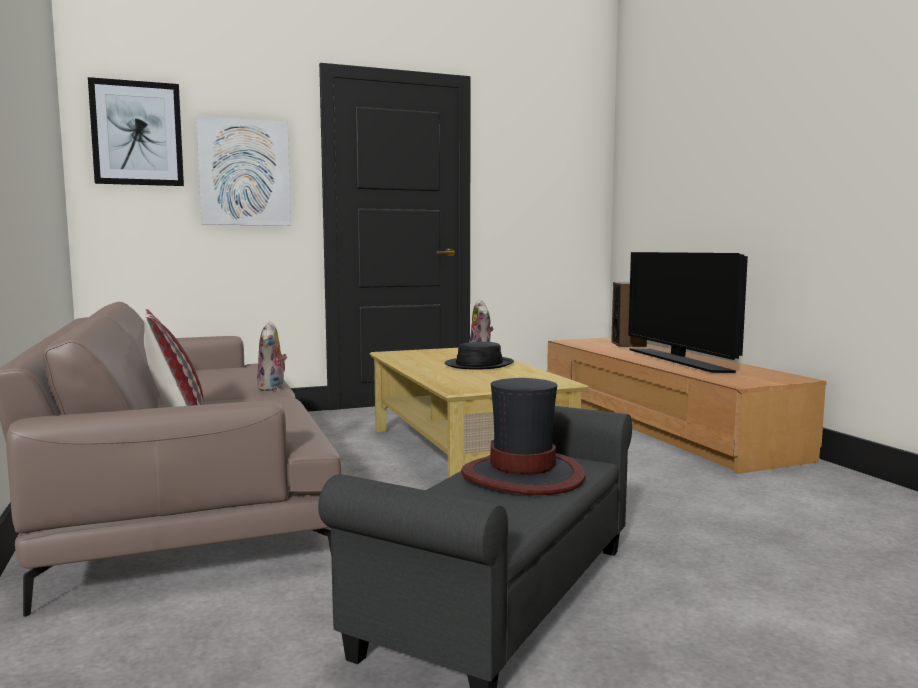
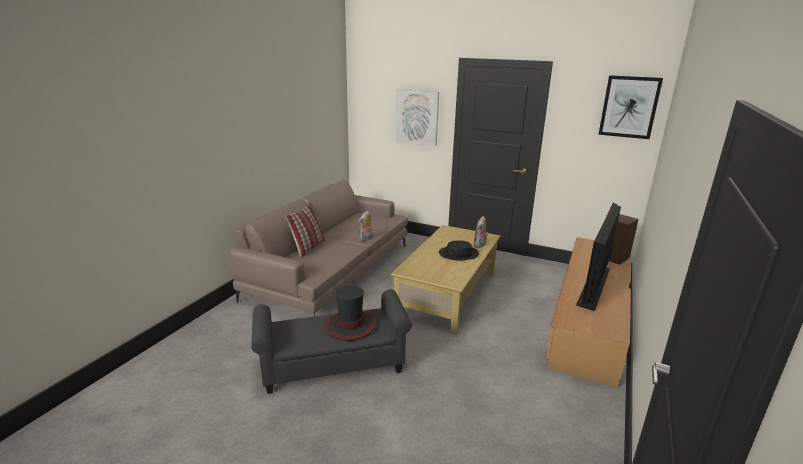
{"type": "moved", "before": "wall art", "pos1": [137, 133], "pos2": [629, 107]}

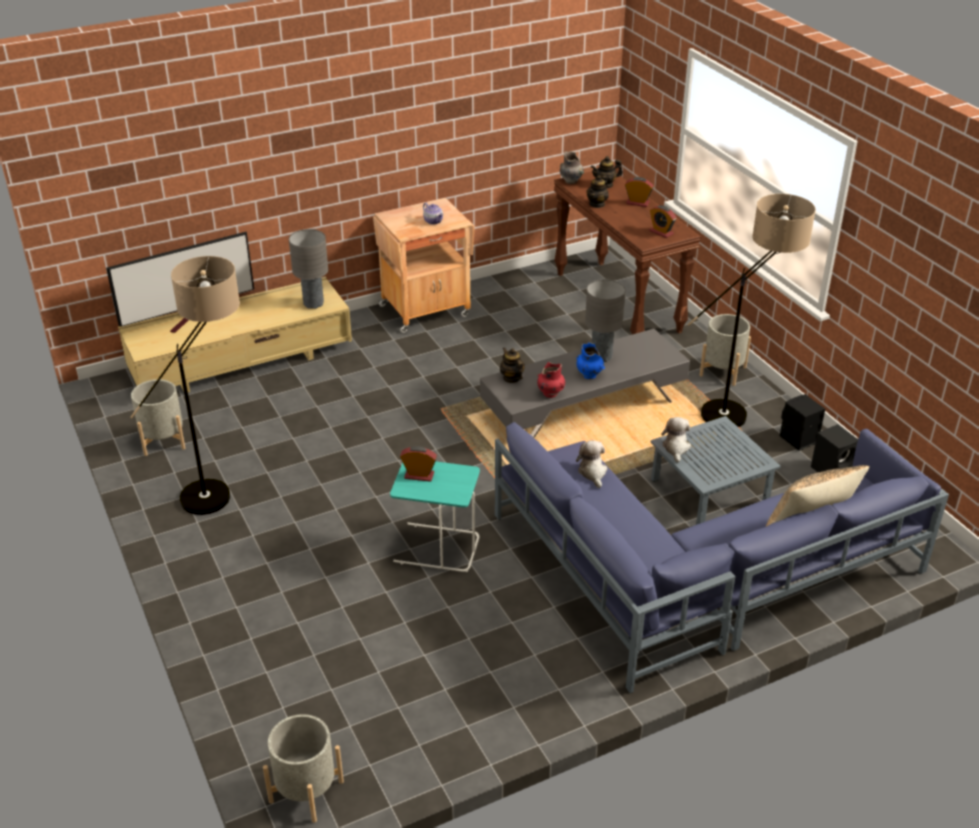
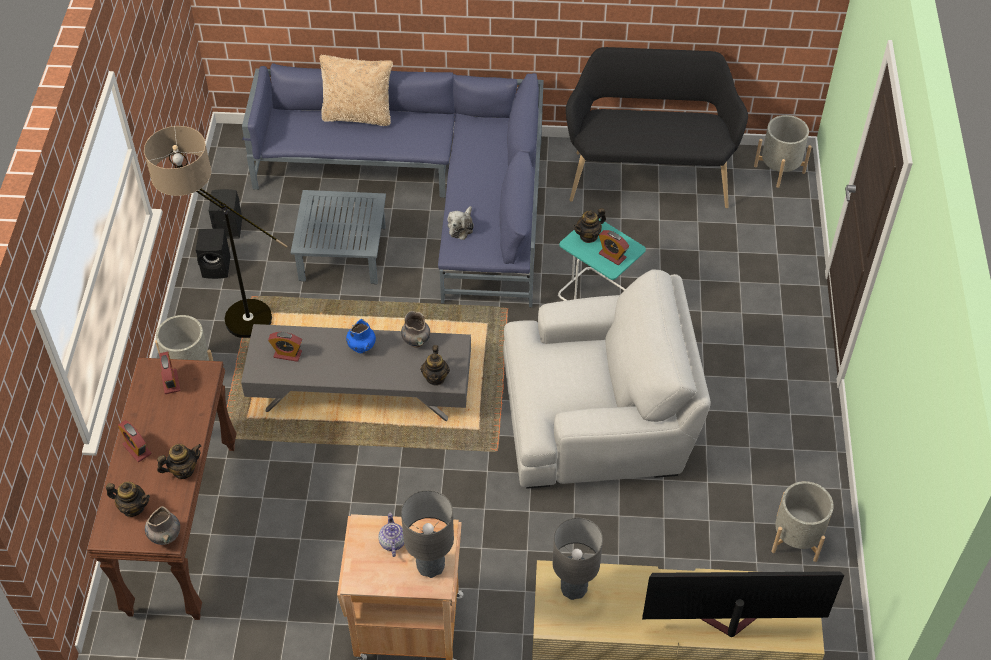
{"type": "removed", "before": "standing lamp", "pos1": [223, 490]}
{"type": "removed", "before": "plush toy", "pos1": [676, 448]}
{"type": "added", "after": "bedside clock", "pos2": [287, 354]}
{"type": "added", "after": "white armchair", "pos2": [598, 417]}
{"type": "added", "after": "blackish bench", "pos2": [648, 174]}
{"type": "added", "after": "teapot", "pos2": [588, 236]}
{"type": "moved", "before": "grey lamp for a table", "pos1": [601, 356], "pos2": [430, 565]}
{"type": "recoloured", "before": "red-coloured decorative vase", "after": "grey decorative vase", "pos1": [550, 393], "pos2": [416, 342]}

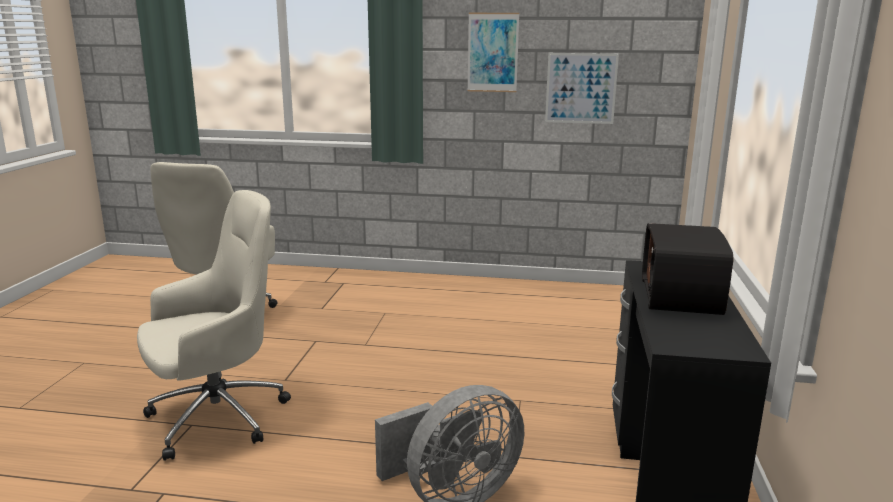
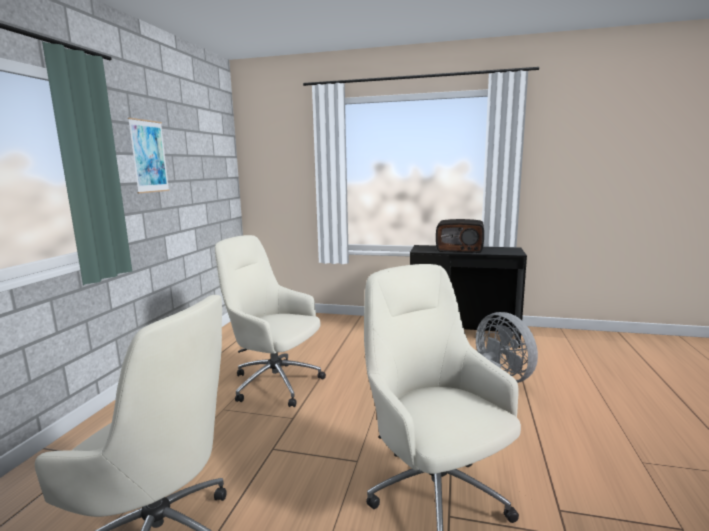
{"type": "removed", "before": "wall art", "pos1": [581, 88]}
{"type": "added", "after": "sand-coloured office chair", "pos2": [275, 384]}

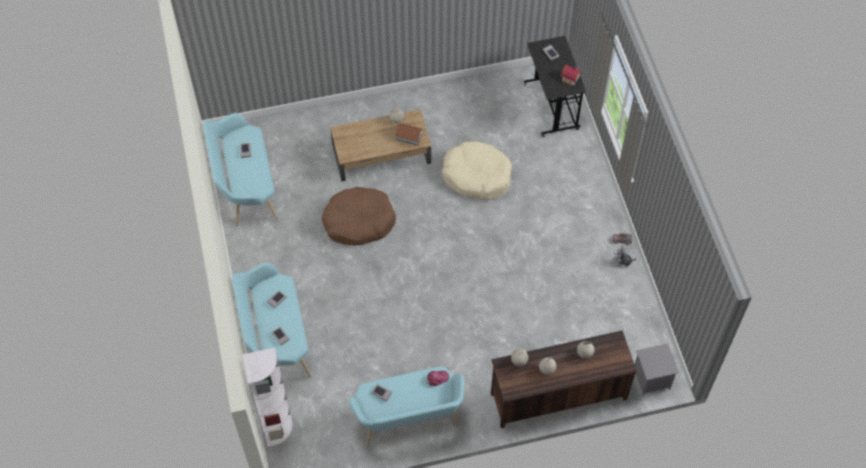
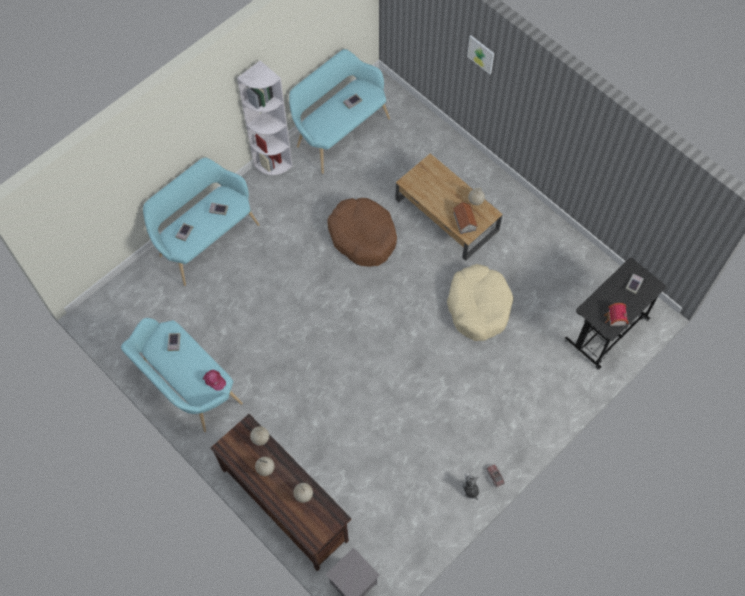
{"type": "added", "after": "wall art", "pos2": [481, 54]}
{"type": "moved", "before": "white bookshelf", "pos1": [278, 431], "pos2": [273, 167]}

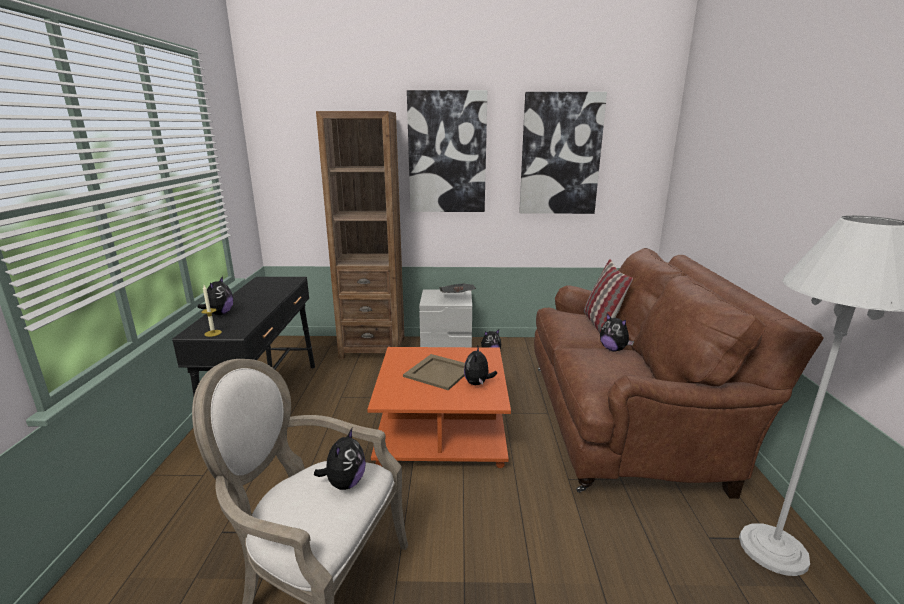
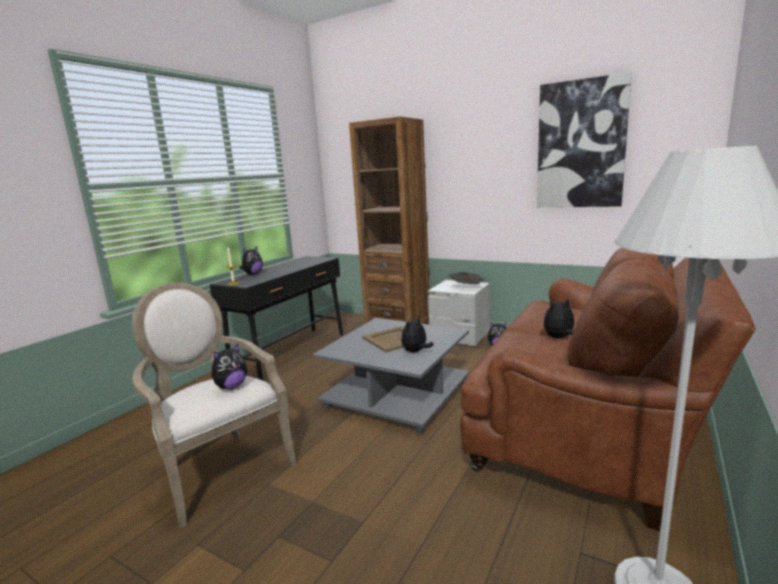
{"type": "removed", "before": "wall art", "pos1": [447, 153]}
{"type": "removed", "before": "cushion", "pos1": [601, 323]}
{"type": "recoloured", "before": "orangey coffee table", "after": "grey coffee table", "pos1": [443, 430], "pos2": [398, 396]}
{"type": "turned", "before": "plush toy", "pos1": [613, 349], "pos2": [559, 338], "turn": 75}

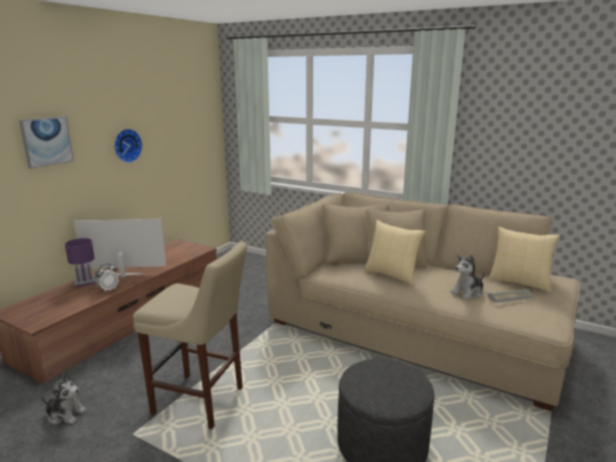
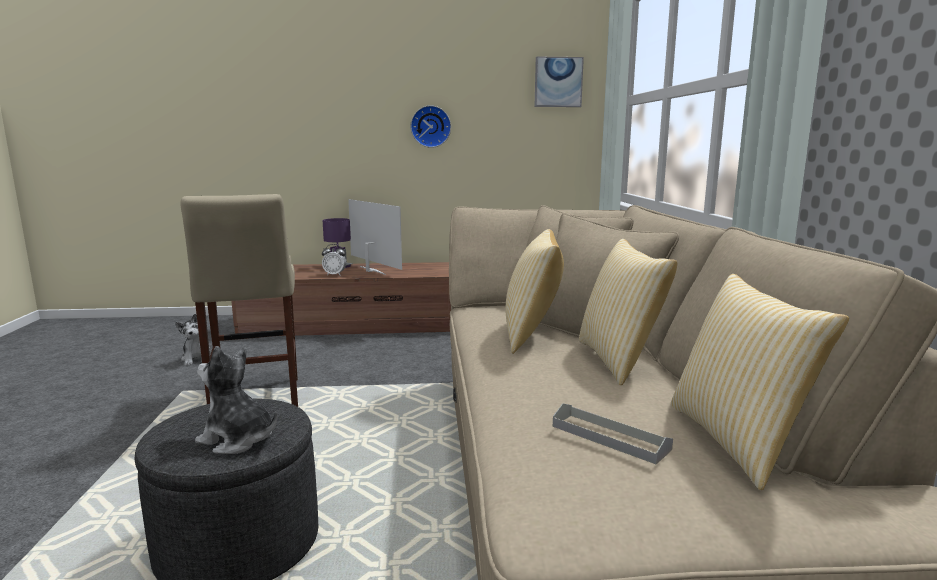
{"type": "added", "after": "cushion", "pos2": [619, 361]}
{"type": "moved", "before": "wall art", "pos1": [46, 141], "pos2": [558, 82]}
{"type": "moved", "before": "plush toy", "pos1": [468, 292], "pos2": [238, 440]}

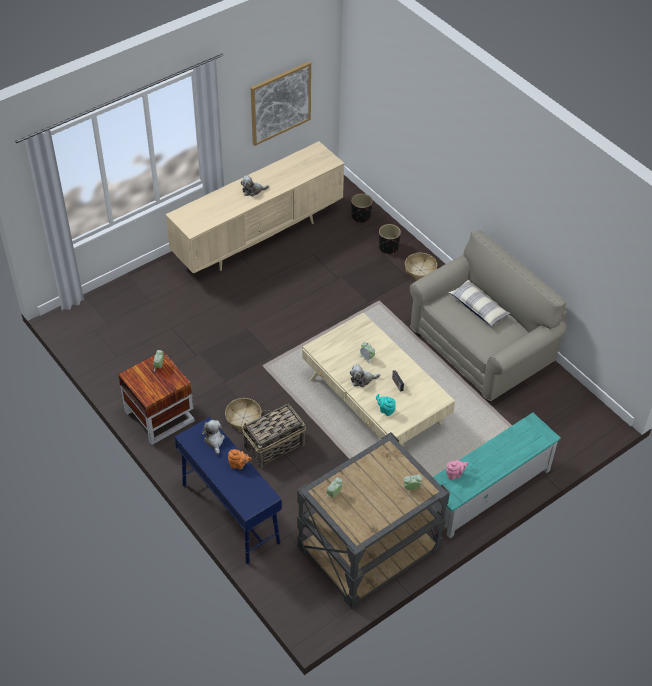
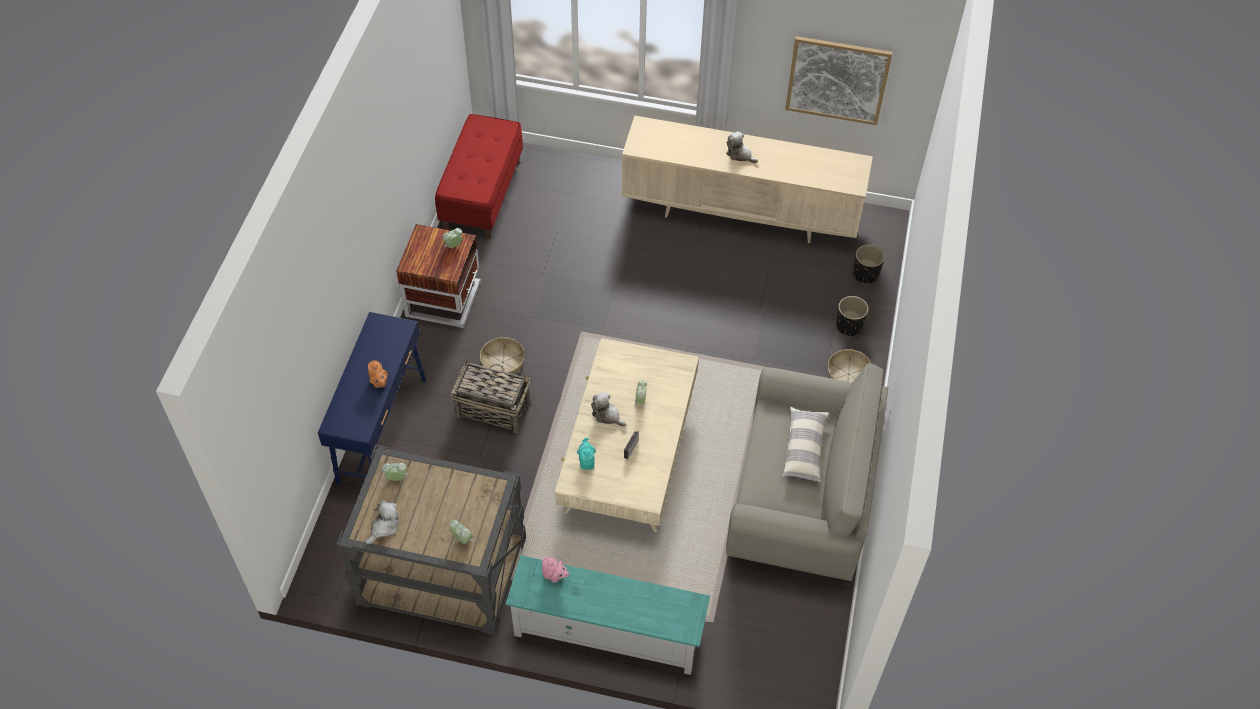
{"type": "added", "after": "red-coloured bench", "pos2": [482, 195]}
{"type": "moved", "before": "plush toy", "pos1": [214, 440], "pos2": [384, 527]}

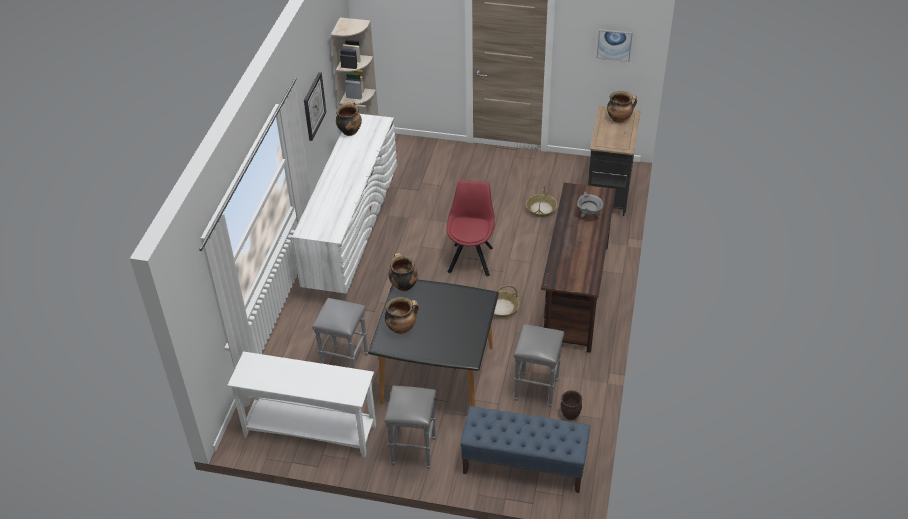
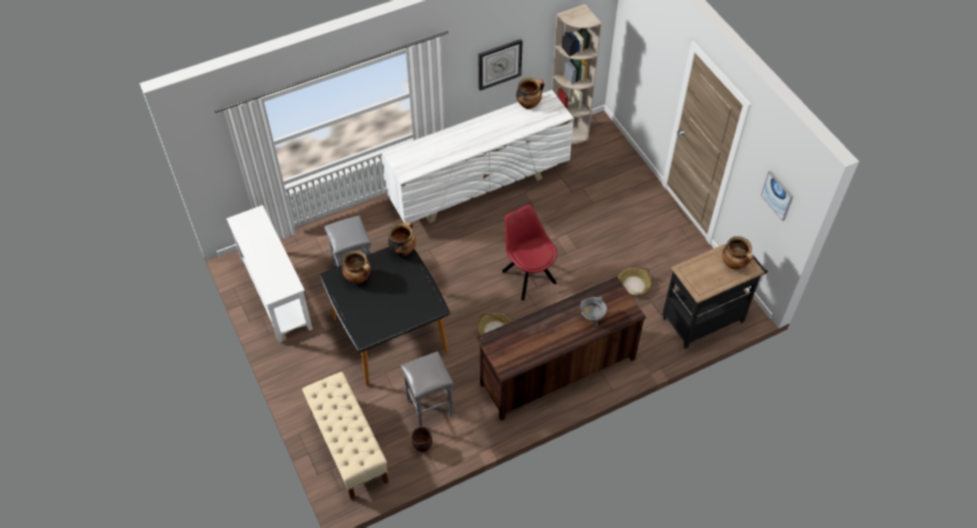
{"type": "removed", "before": "grey stool seat", "pos1": [412, 451]}
{"type": "recoloured", "before": "bluish bench", "after": "sand-coloured bench", "pos1": [523, 465], "pos2": [348, 446]}
{"type": "turned", "before": "red-coloured upright chair", "pos1": [471, 259], "pos2": [528, 277], "turn": -90}

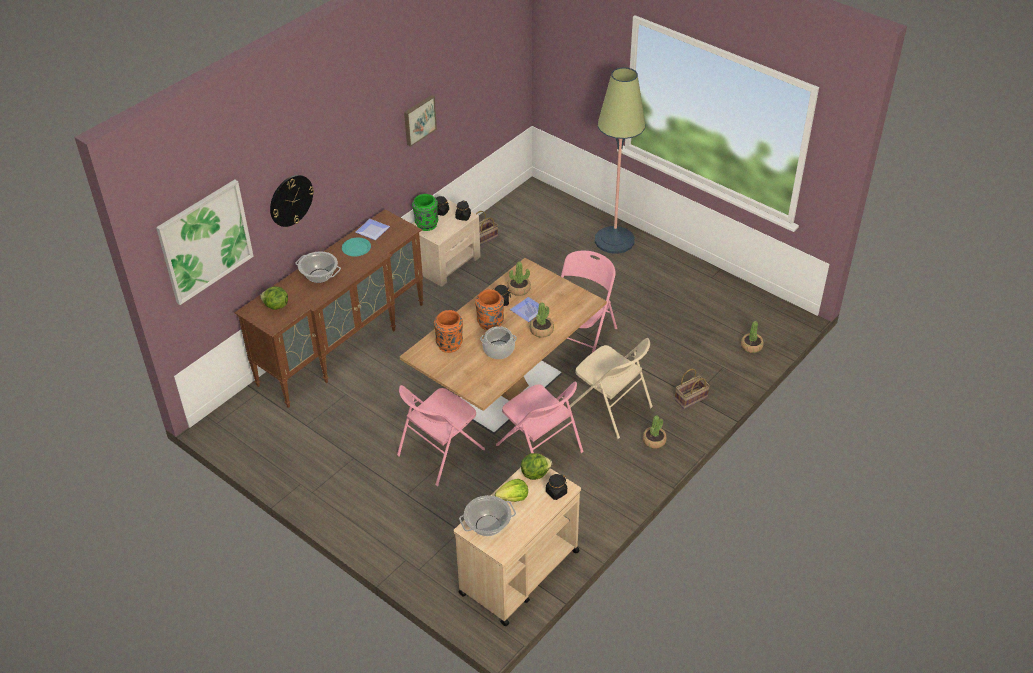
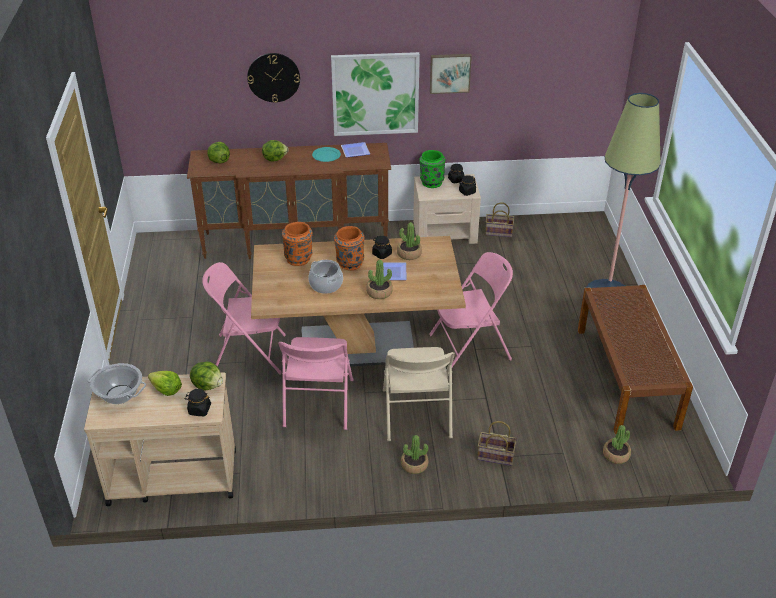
{"type": "added", "after": "brown bench", "pos2": [627, 377]}
{"type": "moved", "before": "wall art", "pos1": [205, 241], "pos2": [375, 94]}
{"type": "replaced", "before": "stockpot", "after": "lettuce", "pos1": [319, 276], "pos2": [274, 159]}

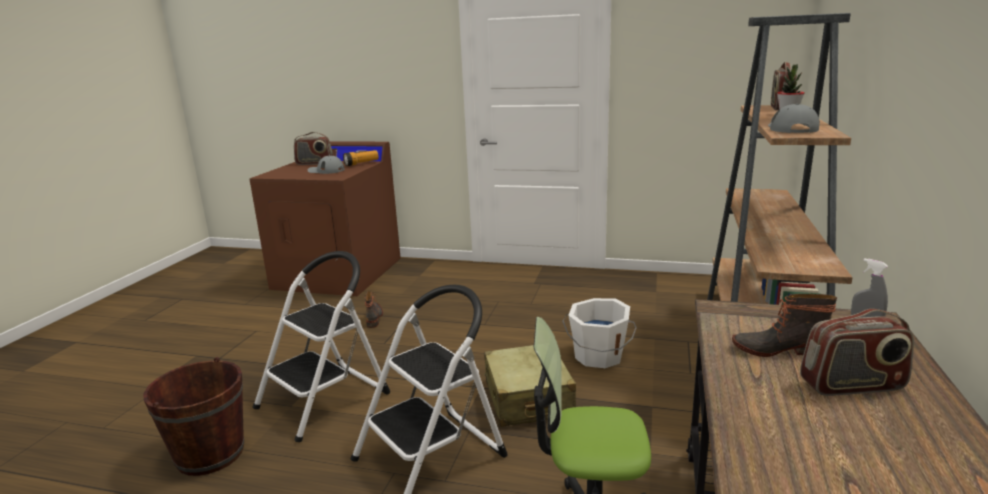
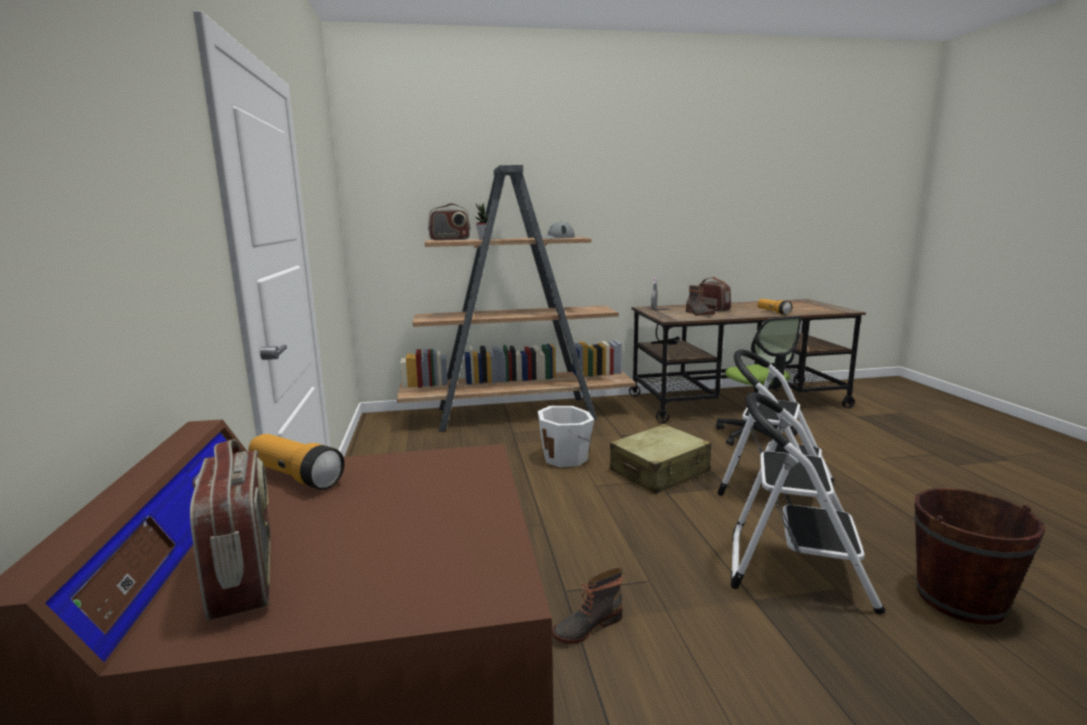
{"type": "removed", "before": "grey peaked cap", "pos1": [326, 170]}
{"type": "added", "after": "flashlight", "pos2": [773, 312]}

